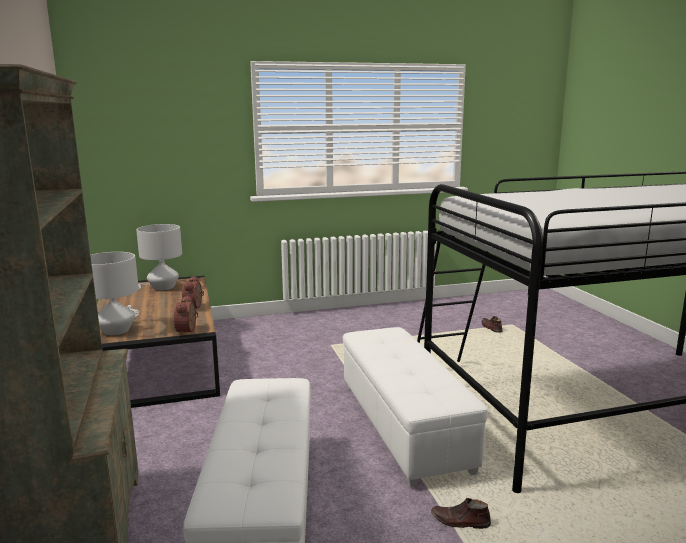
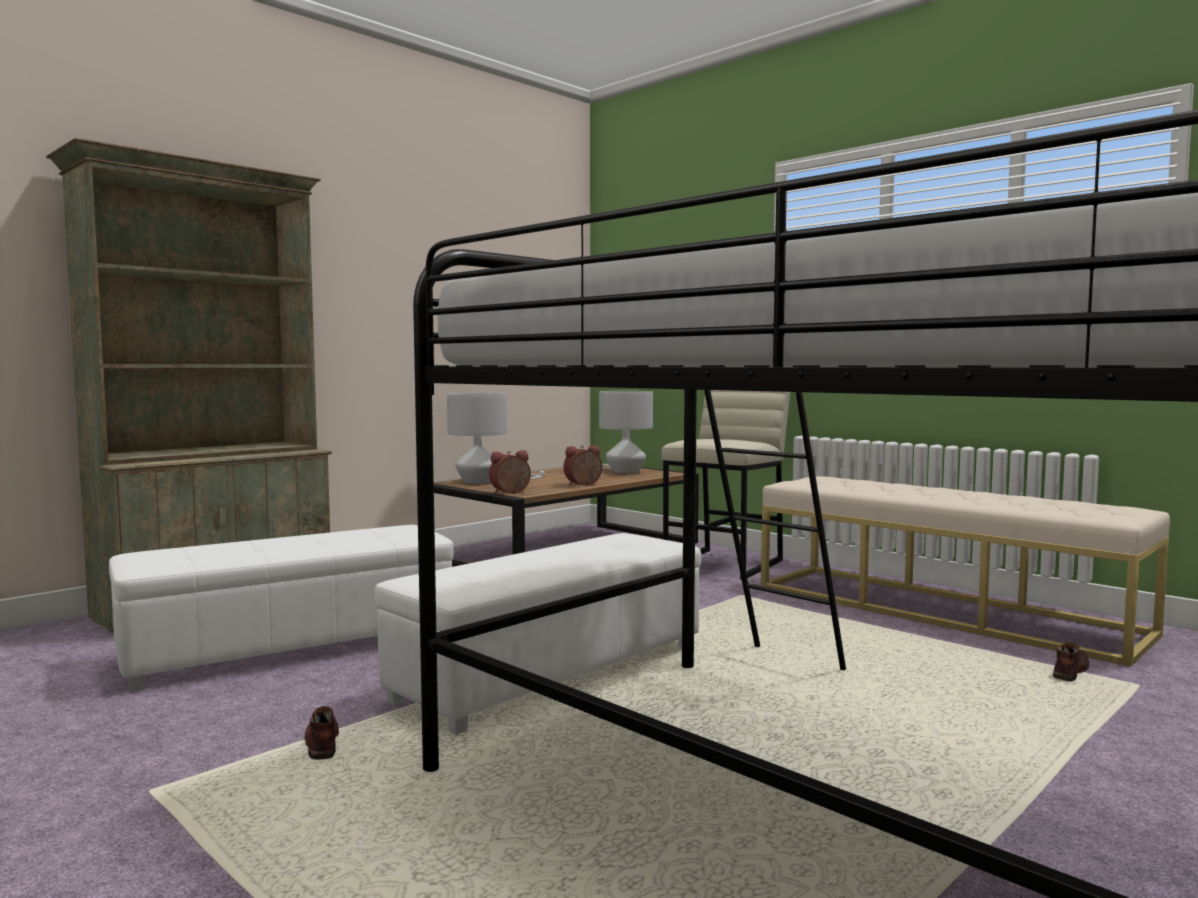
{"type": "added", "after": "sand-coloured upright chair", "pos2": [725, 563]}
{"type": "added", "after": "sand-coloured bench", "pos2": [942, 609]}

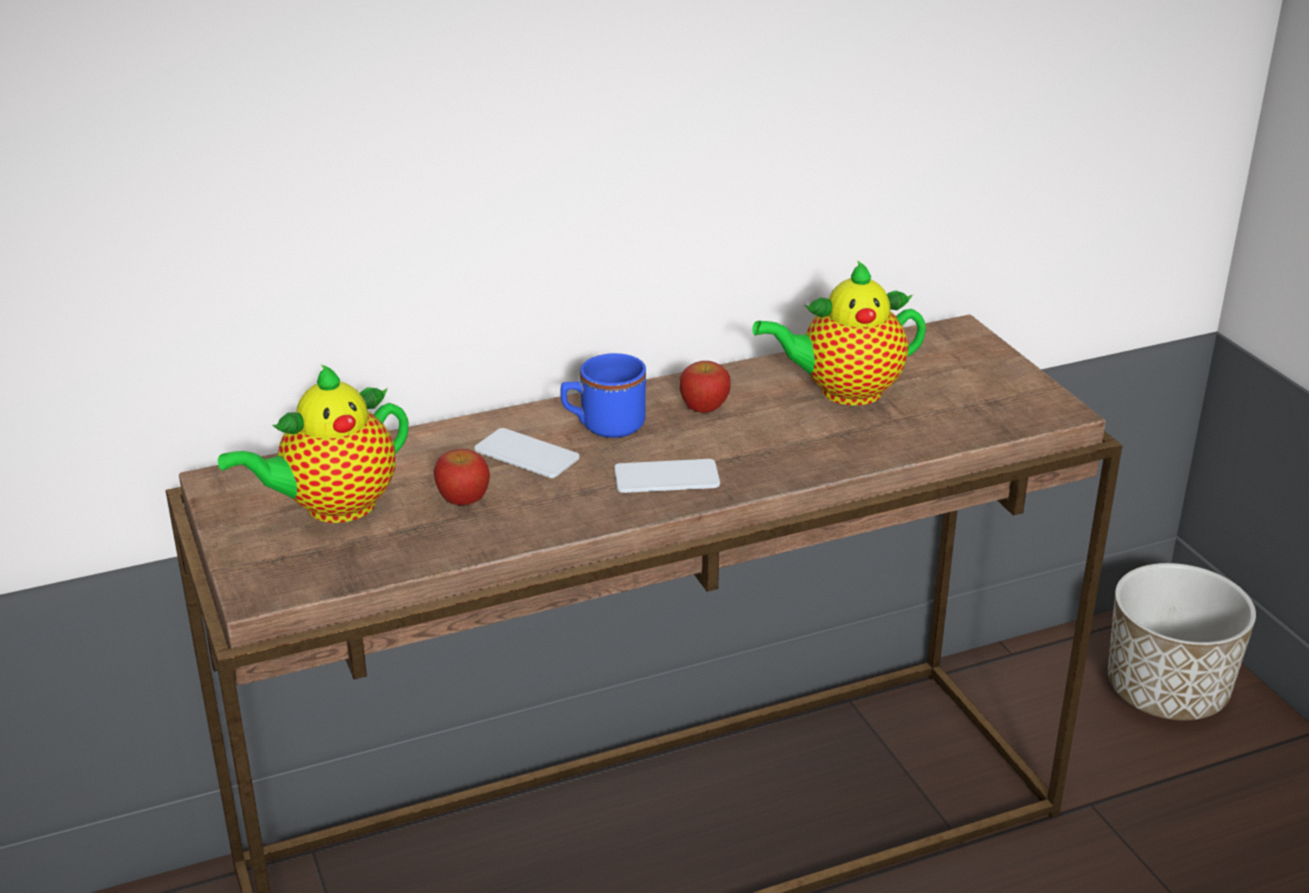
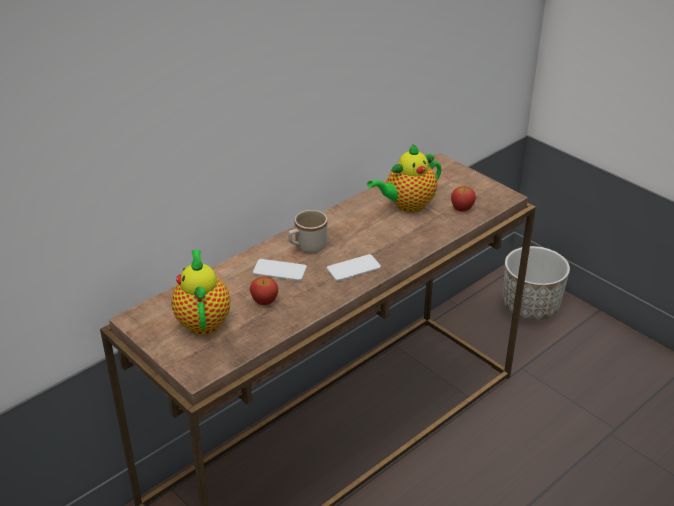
{"type": "moved", "before": "whole apple", "pos1": [704, 407], "pos2": [462, 208]}
{"type": "recoloured", "before": "bluish coffee mug", "after": "sand-coloured coffee mug", "pos1": [603, 426], "pos2": [307, 247]}
{"type": "turned", "before": "teapot", "pos1": [333, 507], "pos2": [203, 320], "turn": 135}

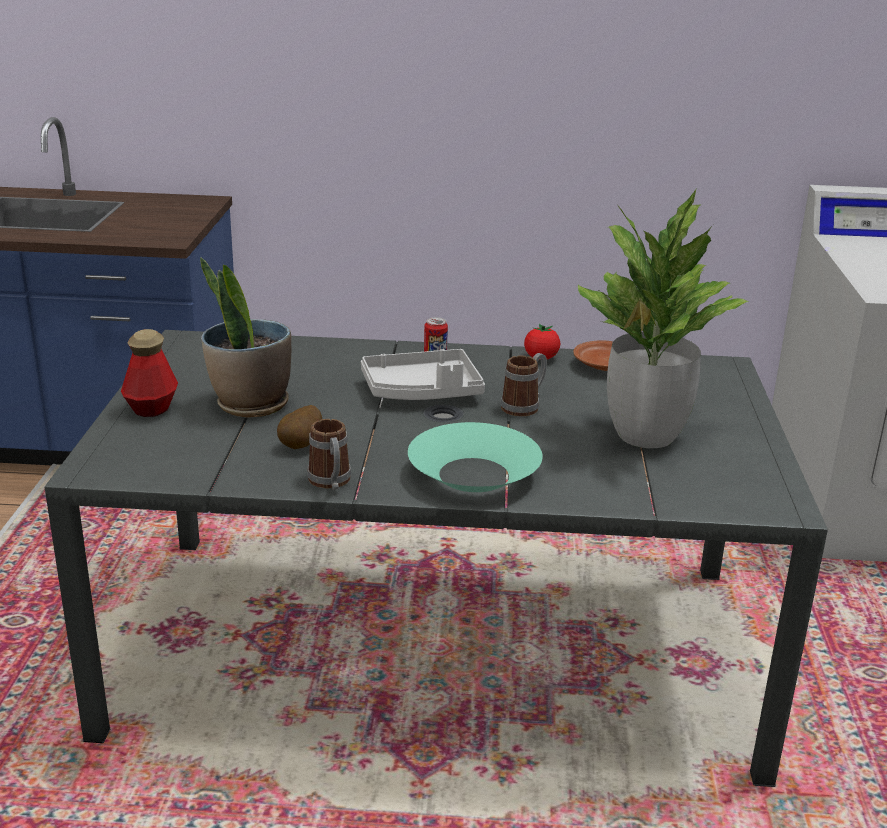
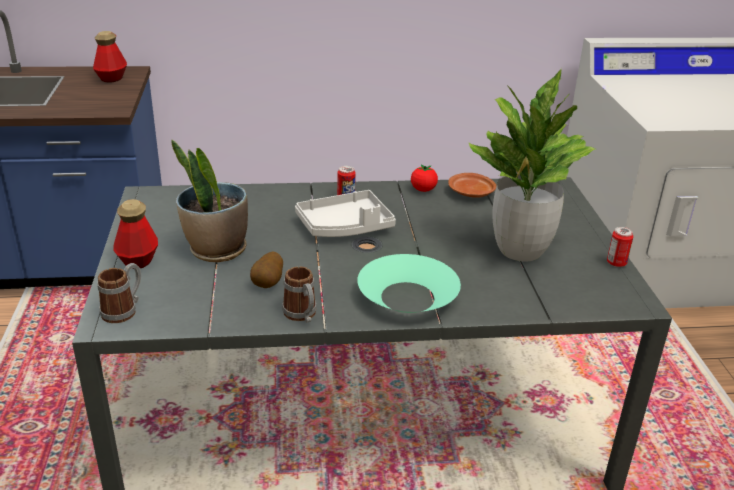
{"type": "added", "after": "drink bottle", "pos2": [112, 78]}
{"type": "added", "after": "can", "pos2": [616, 263]}
{"type": "moved", "before": "coffee mug", "pos1": [525, 406], "pos2": [124, 310]}

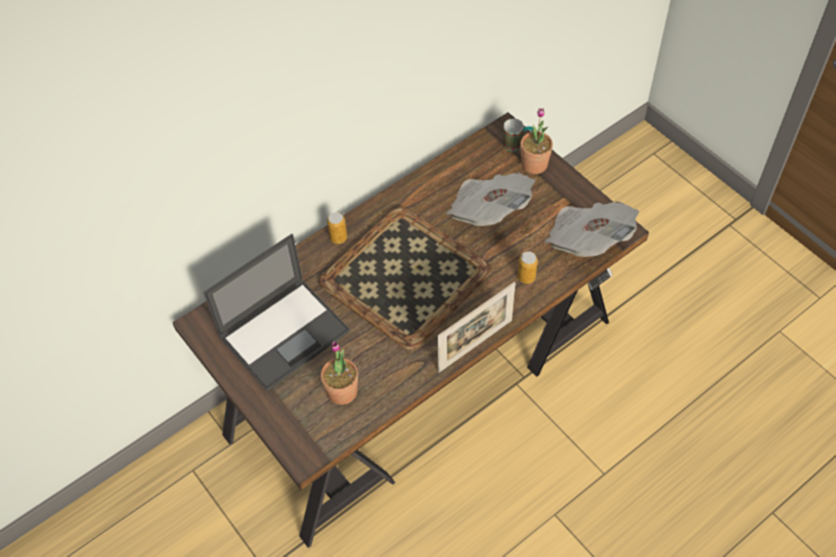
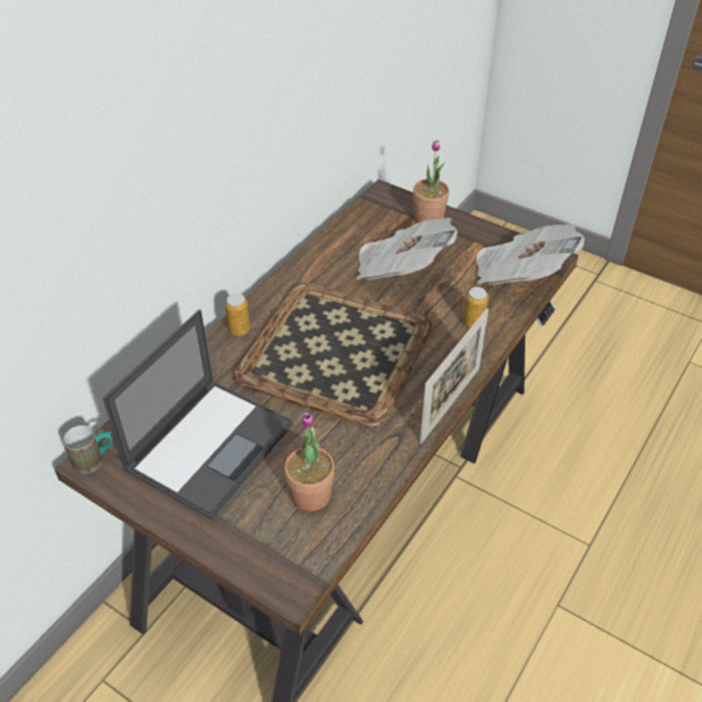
{"type": "moved", "before": "coffee mug", "pos1": [517, 143], "pos2": [95, 460]}

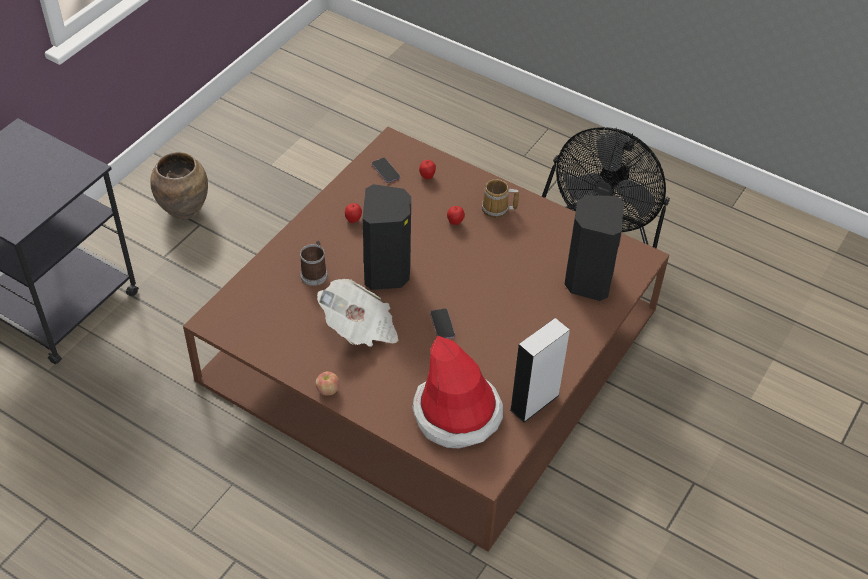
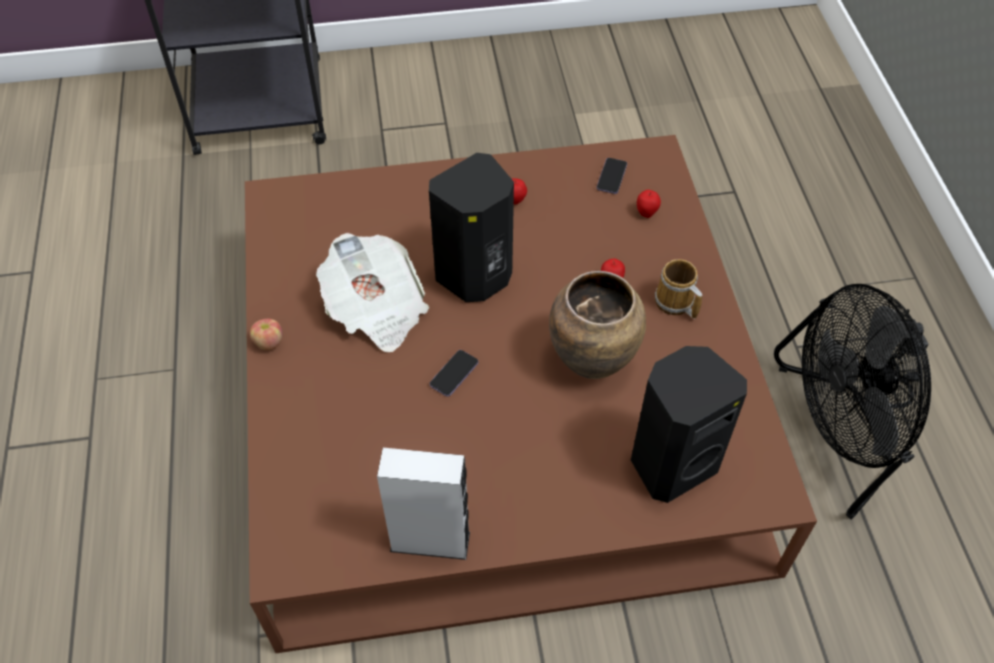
{"type": "removed", "before": "coffee mug", "pos1": [315, 273]}
{"type": "removed", "before": "wearable hat", "pos1": [457, 413]}
{"type": "moved", "before": "brown decorative vase", "pos1": [185, 210], "pos2": [593, 361]}

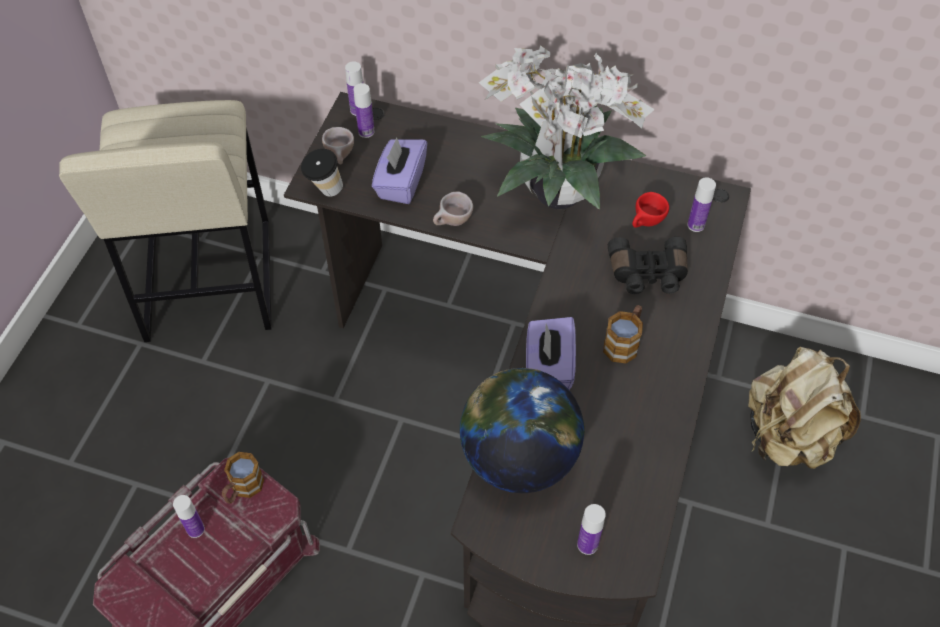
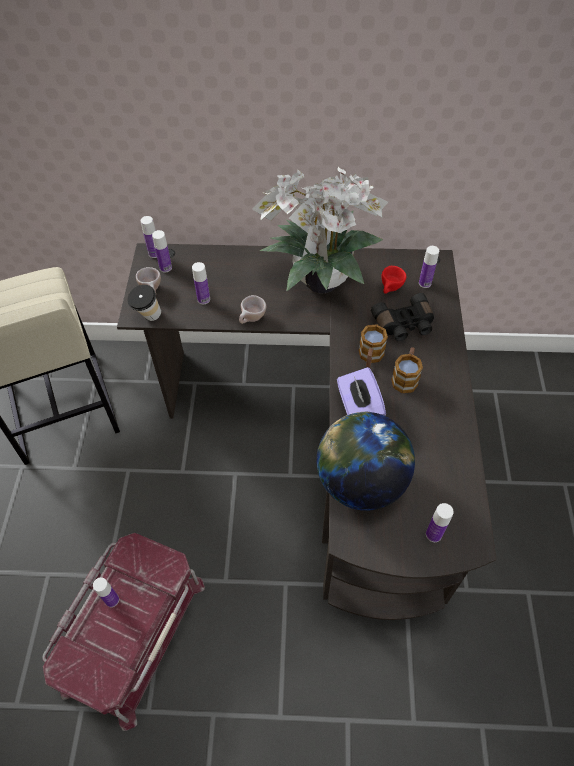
{"type": "removed", "before": "sand-coloured backpack", "pos1": [787, 436]}
{"type": "moved", "before": "coffee mug", "pos1": [243, 489], "pos2": [370, 357]}
{"type": "replaced", "before": "purple tissue holder", "after": "drink bottle", "pos1": [400, 183], "pos2": [203, 299]}

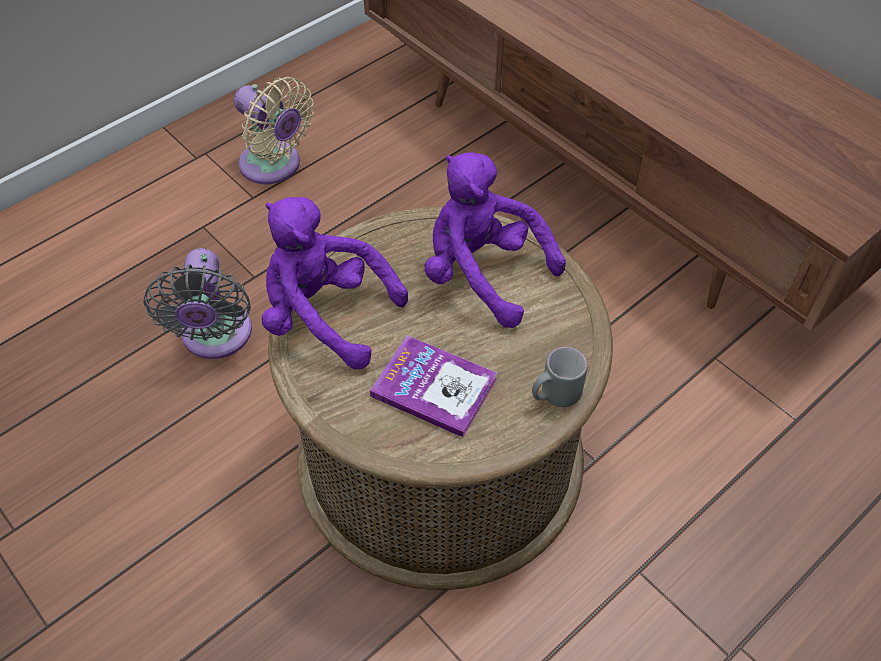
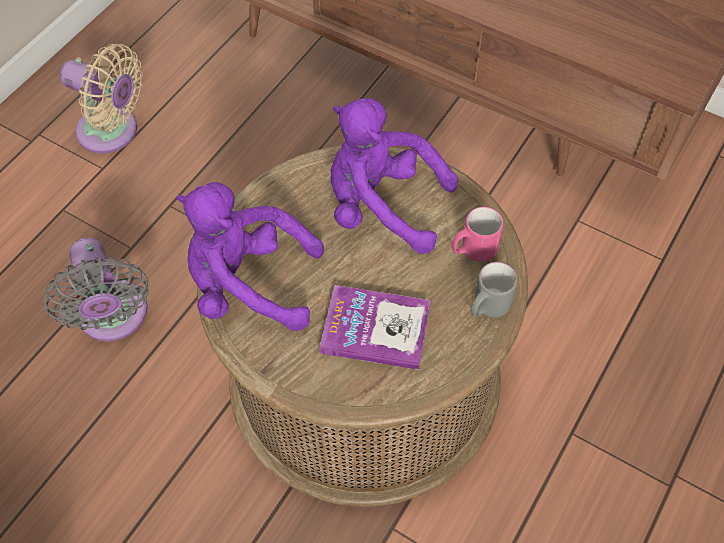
{"type": "added", "after": "pink coffee mug", "pos2": [473, 250]}

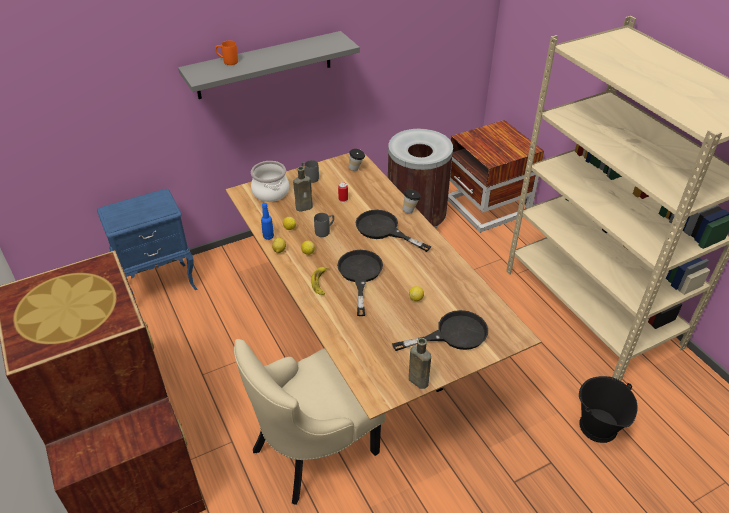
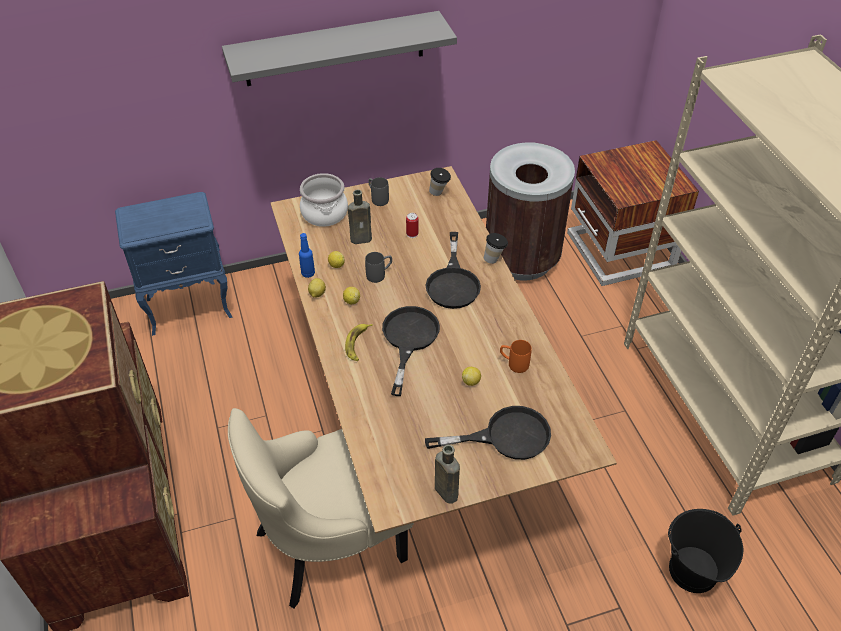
{"type": "moved", "before": "orangey coffee mug", "pos1": [227, 61], "pos2": [513, 364]}
{"type": "turned", "before": "blackish skillet", "pos1": [383, 230], "pos2": [453, 282], "turn": -135}

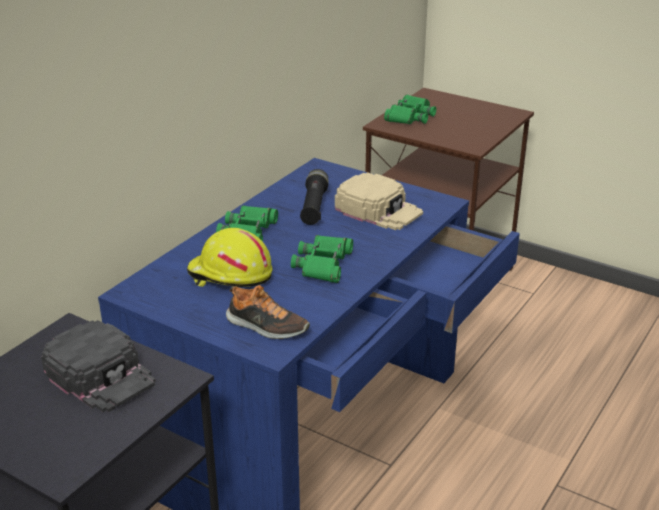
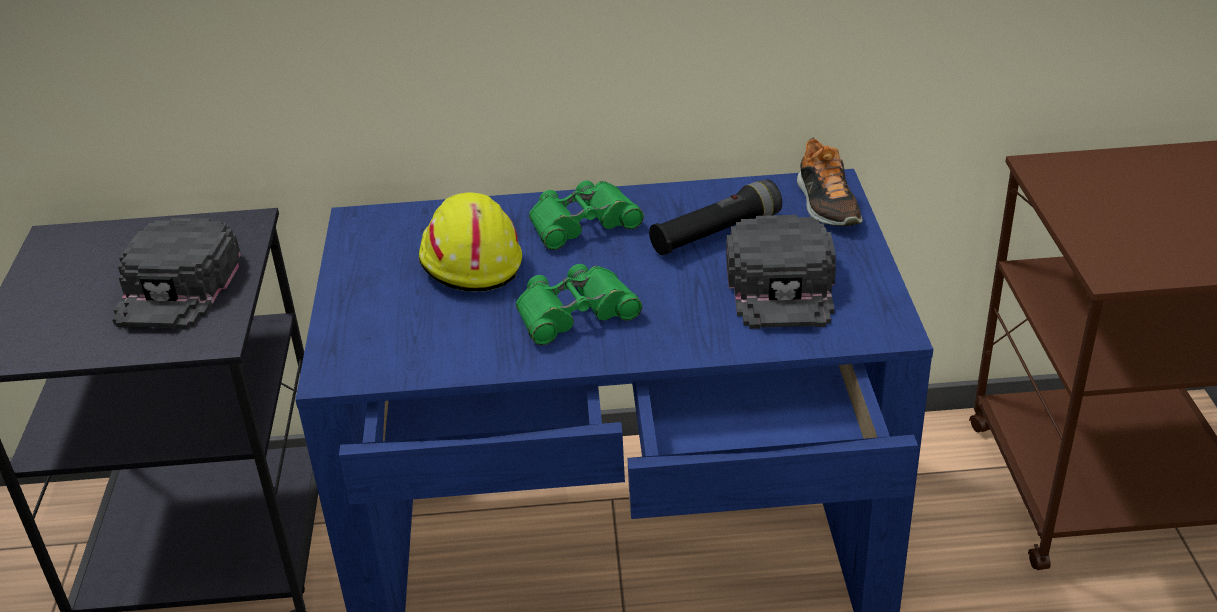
{"type": "removed", "before": "greenish binoculars", "pos1": [410, 116]}
{"type": "moved", "before": "low shoe", "pos1": [266, 326], "pos2": [826, 204]}
{"type": "recoloured", "before": "sand-coloured peaked cap", "after": "blackish peaked cap", "pos1": [379, 210], "pos2": [782, 286]}

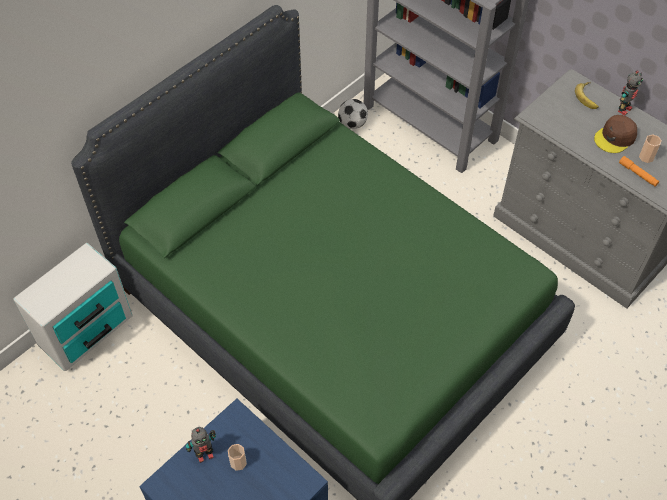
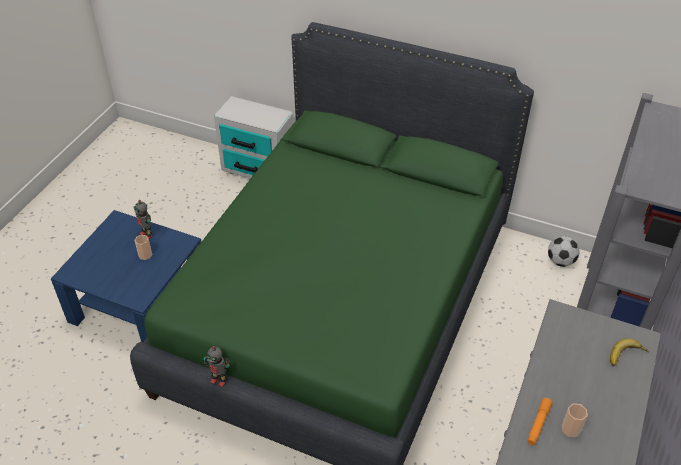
{"type": "removed", "before": "brown peaked cap", "pos1": [615, 137]}
{"type": "moved", "before": "toy robot", "pos1": [623, 109], "pos2": [219, 380]}

